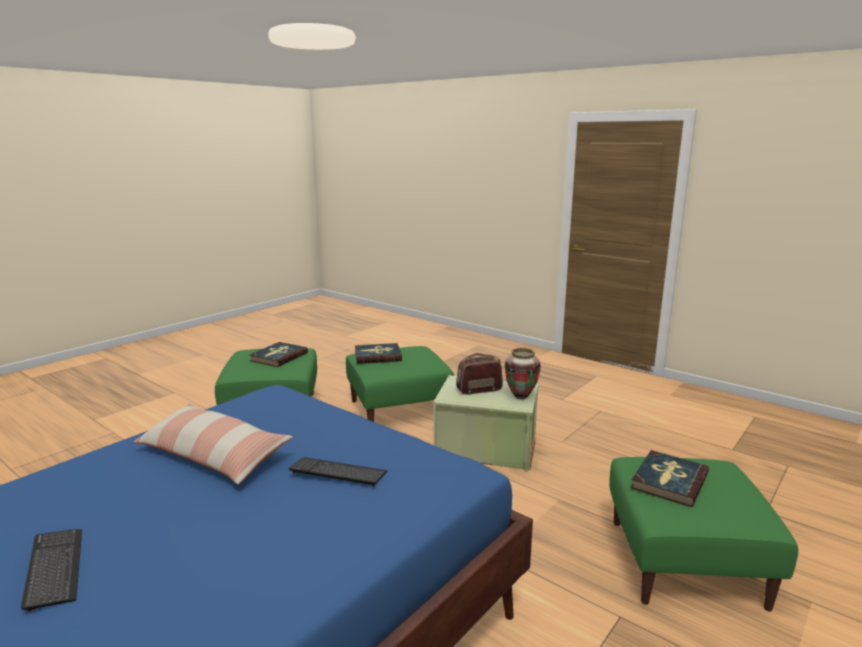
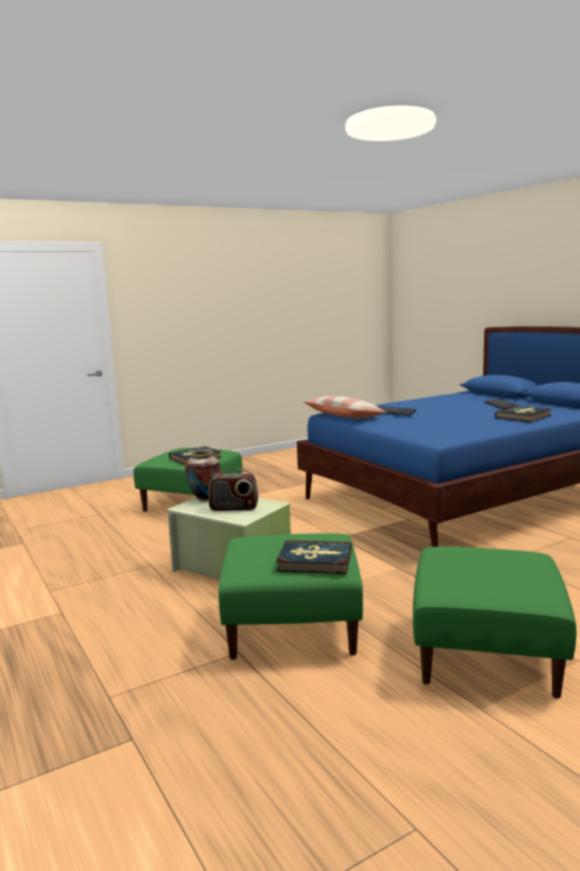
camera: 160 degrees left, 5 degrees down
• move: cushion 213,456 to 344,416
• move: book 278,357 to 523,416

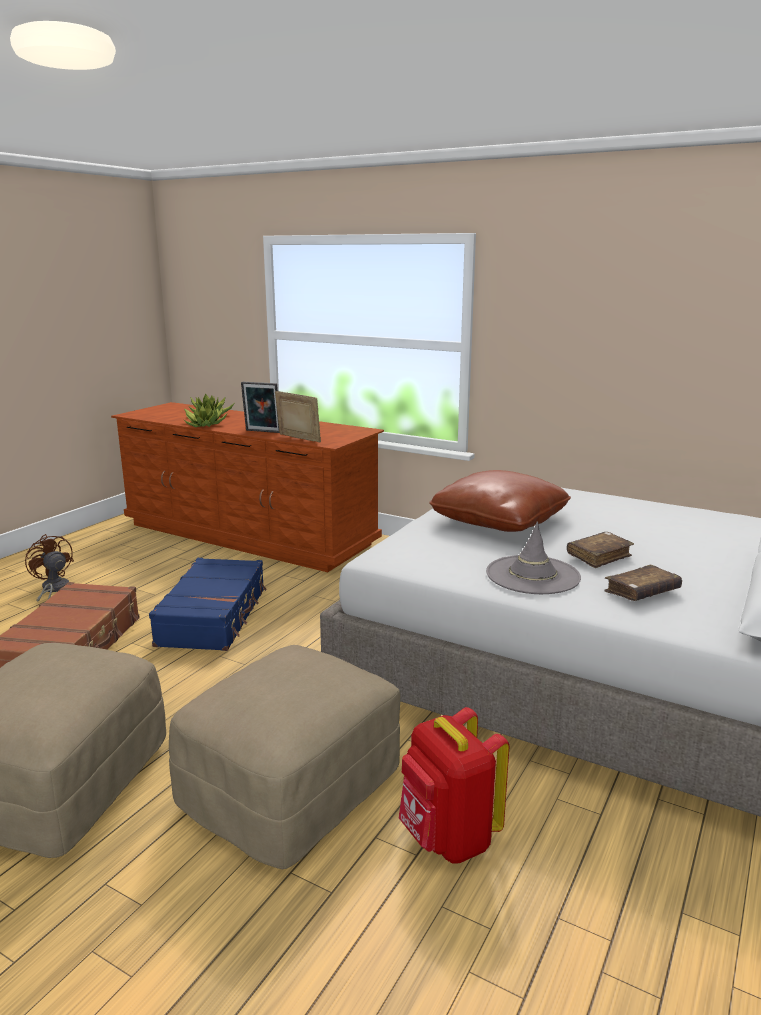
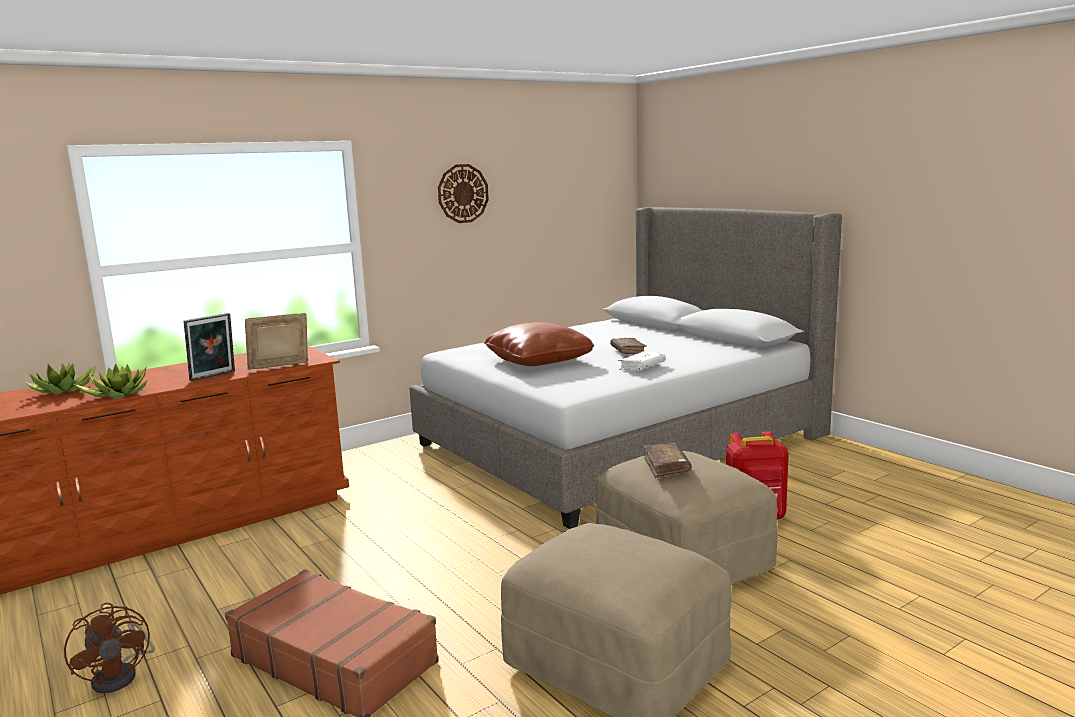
camera: 65 degrees left, 5 degrees down
• rotate: brown-coloured cooling fan 53,590 = 121,675 105 degrees counterclockwise
• insert: clock on the wall 463,193
• replace: gray hat 532,575 to white book 642,367
• move: brown-coloured book 641,592 to 666,467
• delete: blue-coloured suitcase 214,616

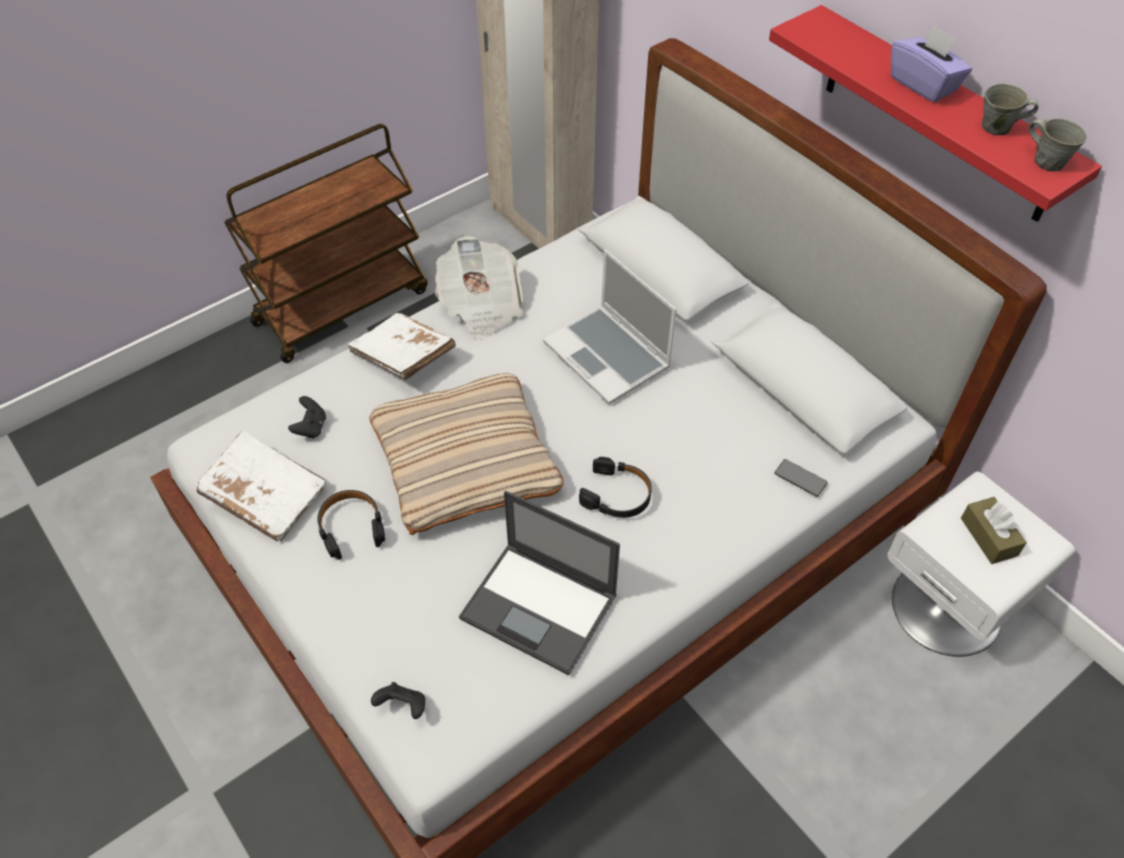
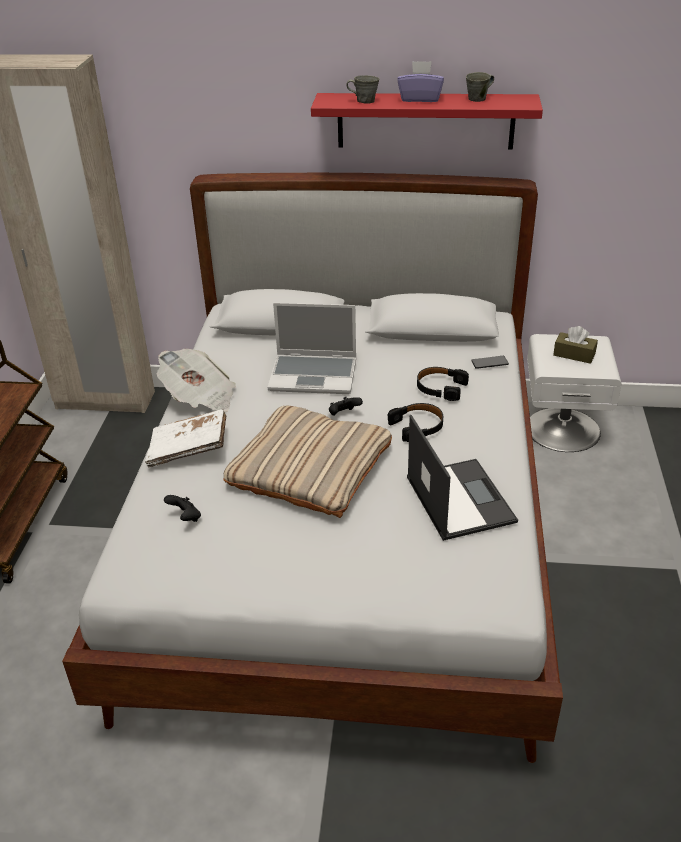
camera: 45 degrees left, 15 degrees down
• move: blackish joypad 403,707 to 343,414
• move: gray tea mug 1047,161 to 364,101
• rotate: laptop 540,607 = 459,498 90 degrees counterclockwise
• move: blackish headset 351,527 to 440,388
• delete: white book 265,496

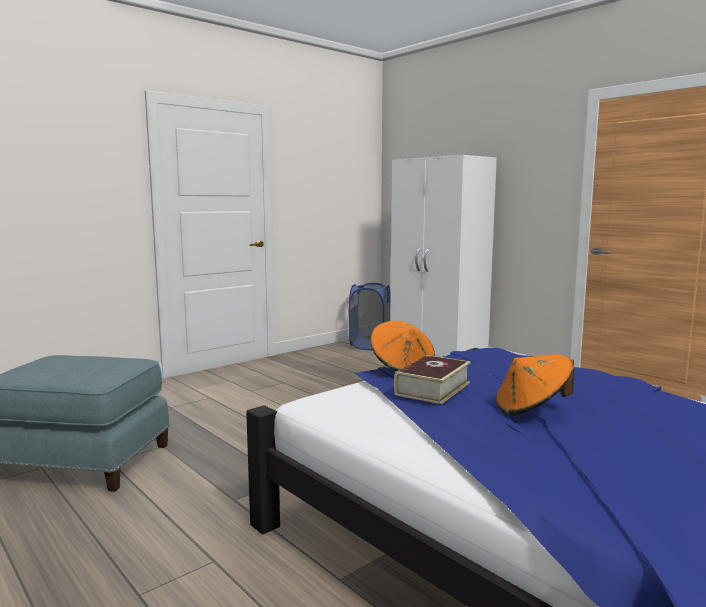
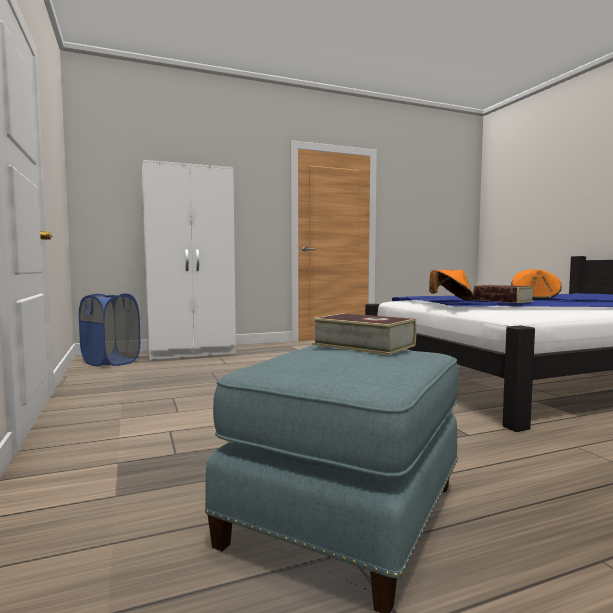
camera: 70 degrees left, 5 degrees down
• insert: book 363,345

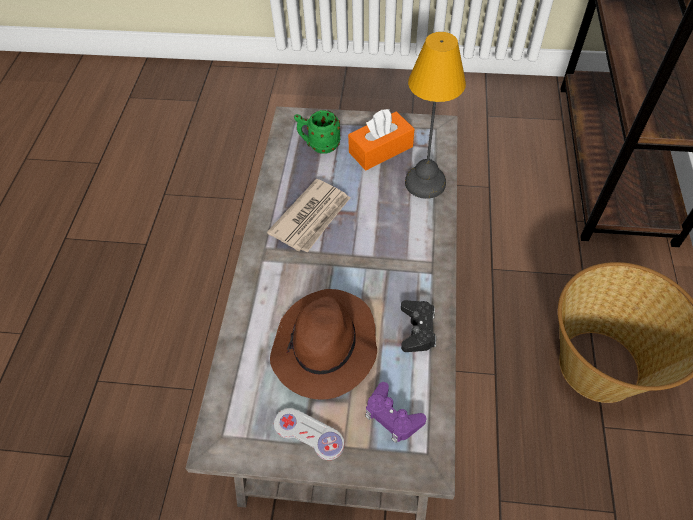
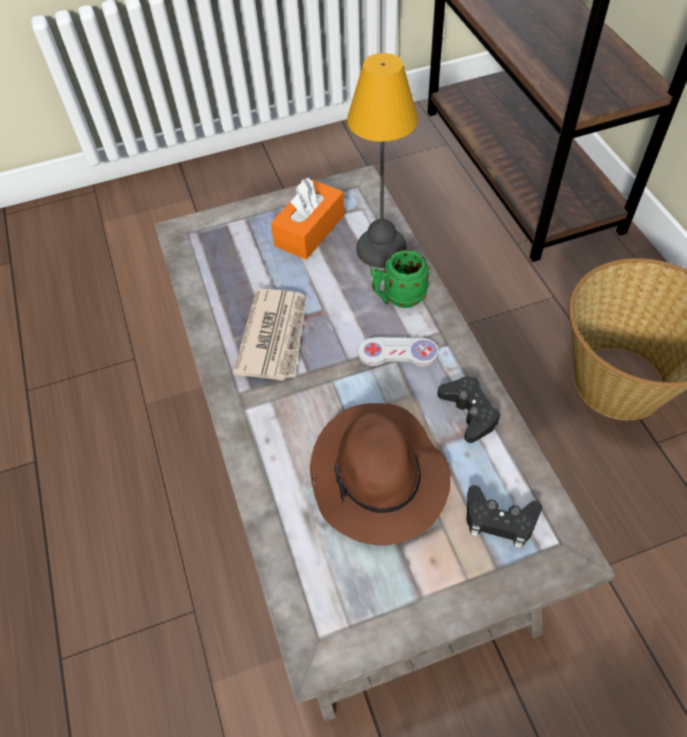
camera: 25 degrees left, 0 degrees up
• move: white joypad 309,434 to 397,353
• move: greenish tea mug 319,145 to 398,298
• recolor: purplish joypad 392,416 to blackish joypad 499,520

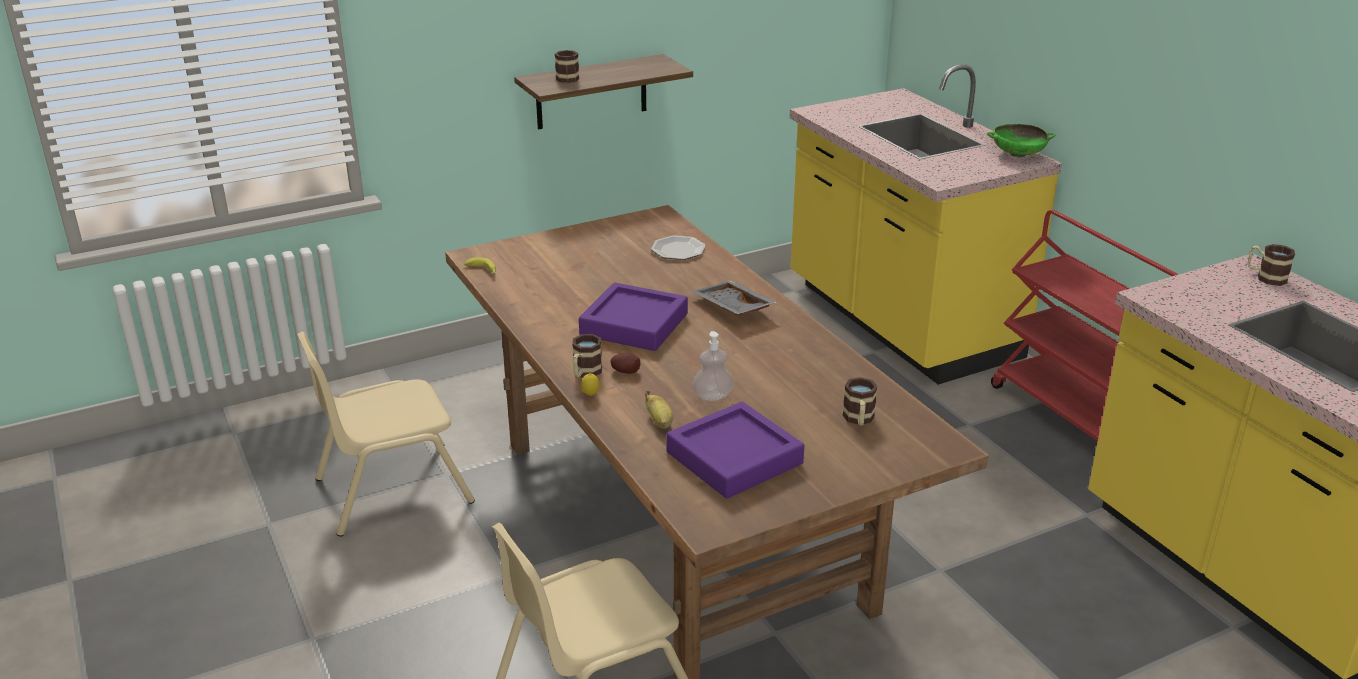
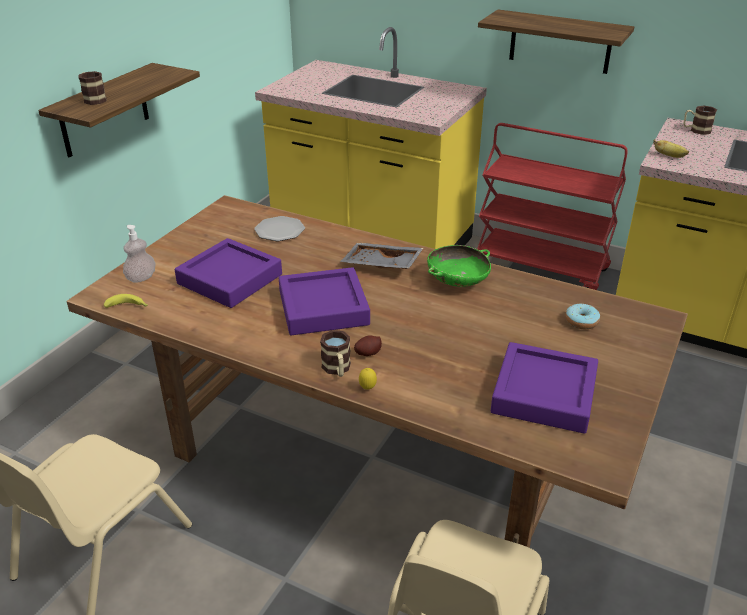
camera: 35 degrees left, 5 degrees up
• move: soap dispenser 712,396 to 141,278
• insert: purplish tray 230,279
• move: greenish deep dish 1018,155 to 457,282
• insert: shelf 560,42
• replace: tea mug 859,420 to donut 581,322
• move: whole banana 660,422 to 669,156

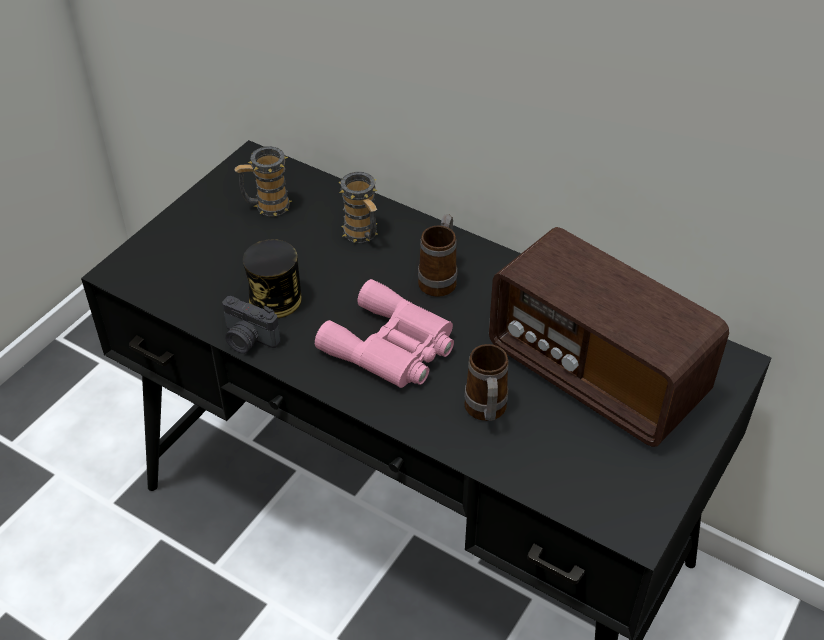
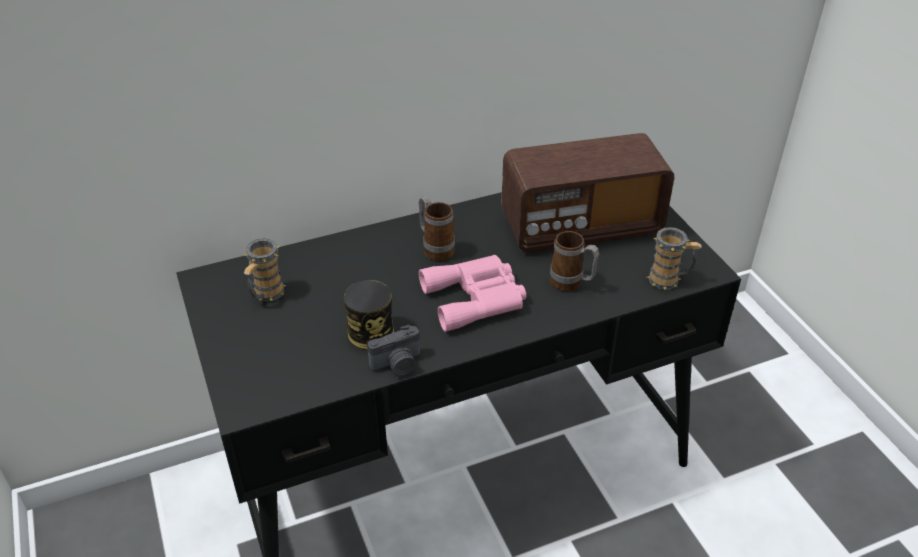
camera: 55 degrees left, 5 degrees down
• move: tea mug 363,236 to 669,280

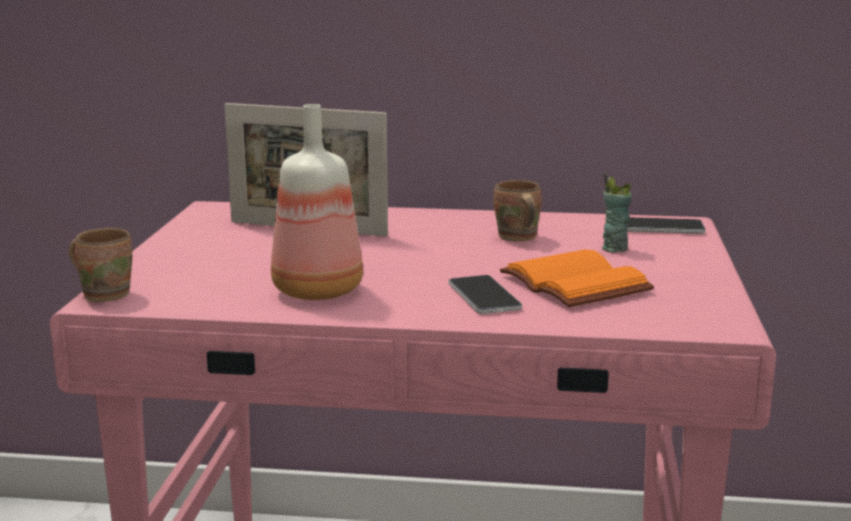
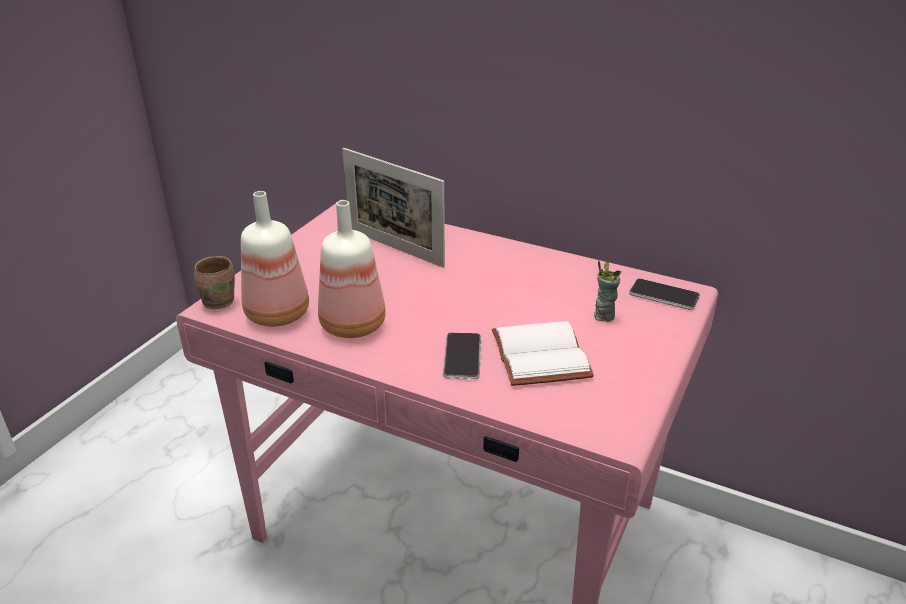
camera: 20 degrees right, 15 degrees up
• insert: drink bottle 278,313
• recolor: orangey book 570,284 to white book 537,354
• delete: brown-coloured tea mug 516,238

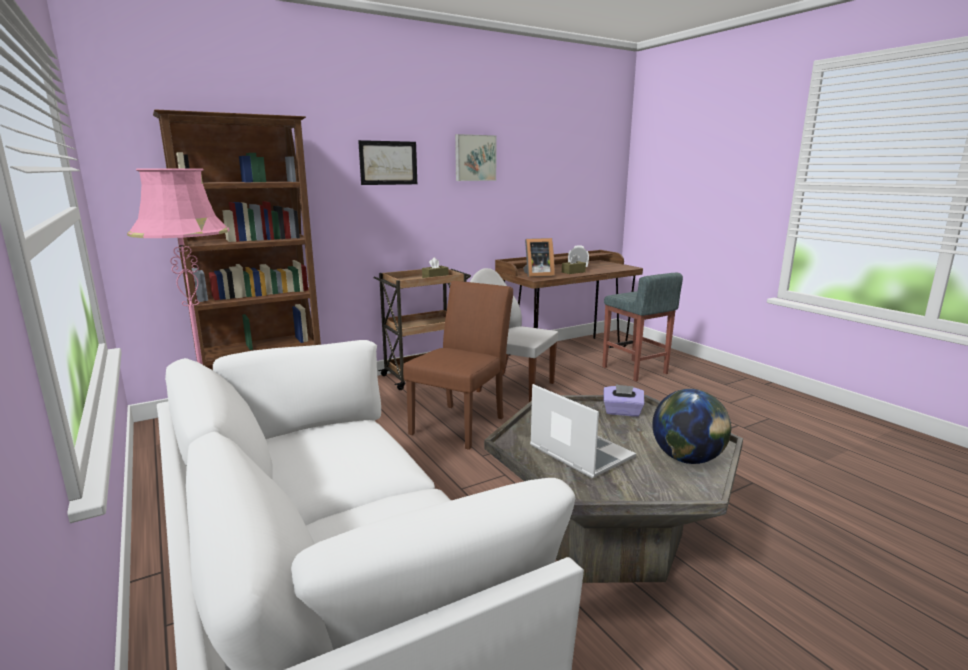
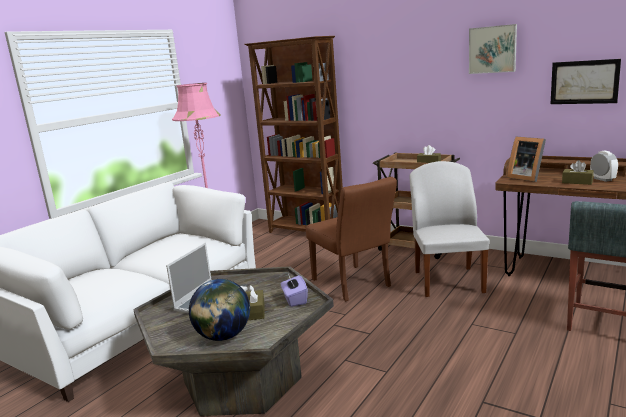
camera: 65 degrees right, 0 degrees up
• insert: brown-coloured tissue box 255,311
• rotate: brown-coloured upright chair 462,423 = 354,285 60 degrees clockwise
• move: wall art 388,163 to 584,82

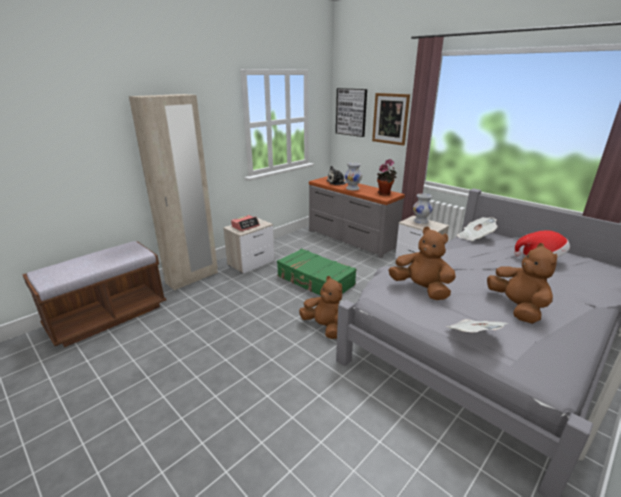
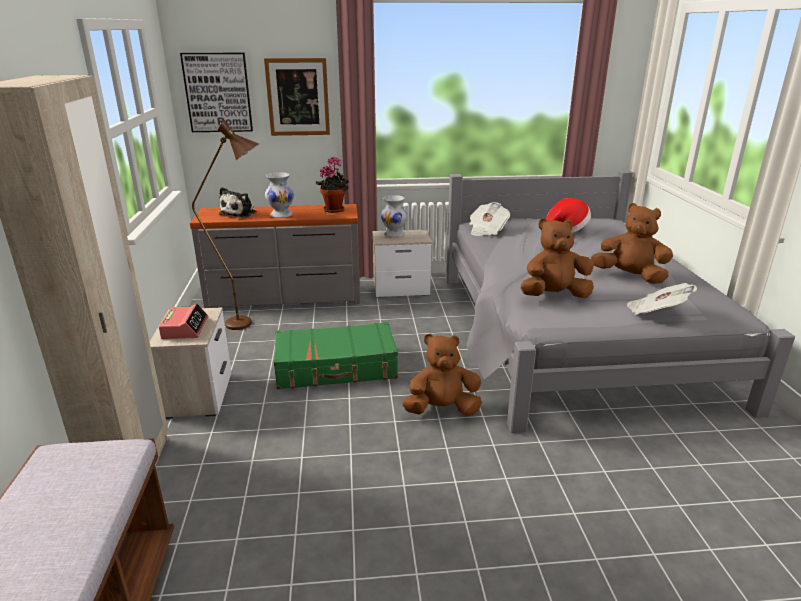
camera: 50 degrees left, 0 degrees up
• insert: brown-coloured standard lamp 248,324

